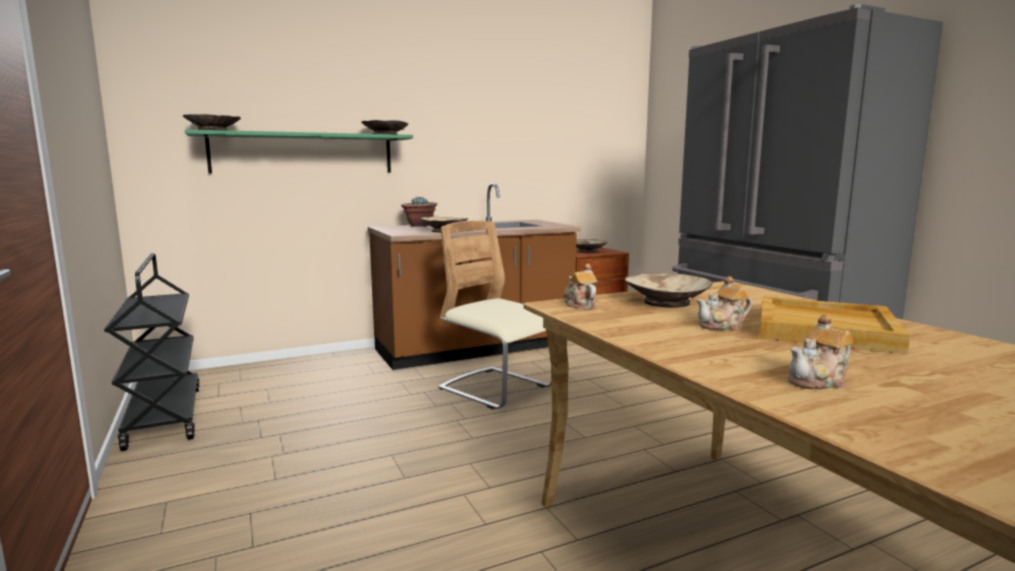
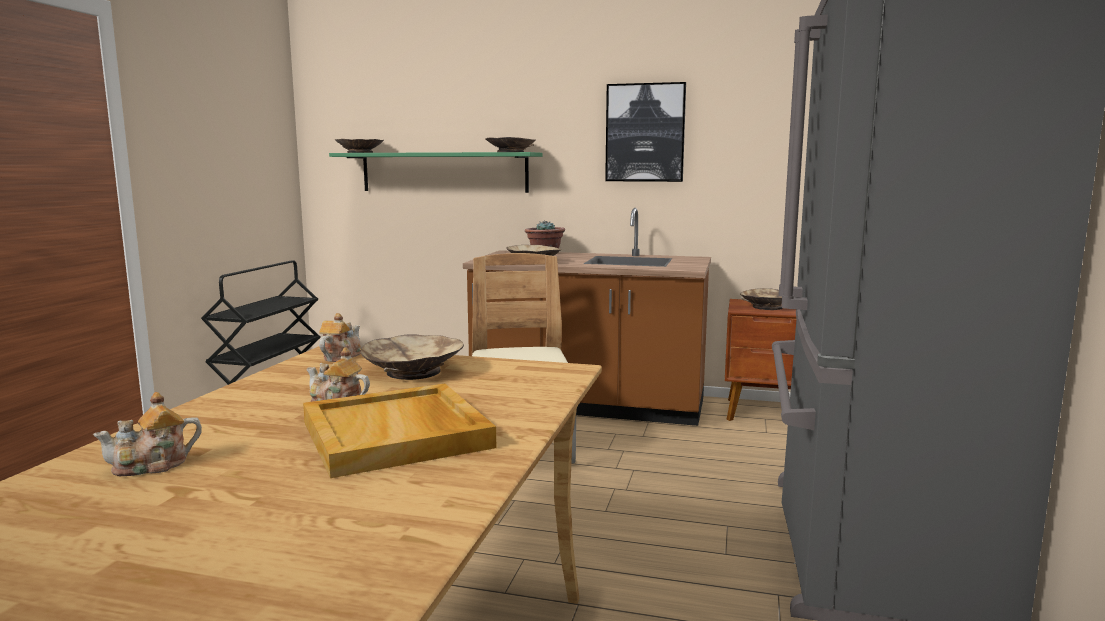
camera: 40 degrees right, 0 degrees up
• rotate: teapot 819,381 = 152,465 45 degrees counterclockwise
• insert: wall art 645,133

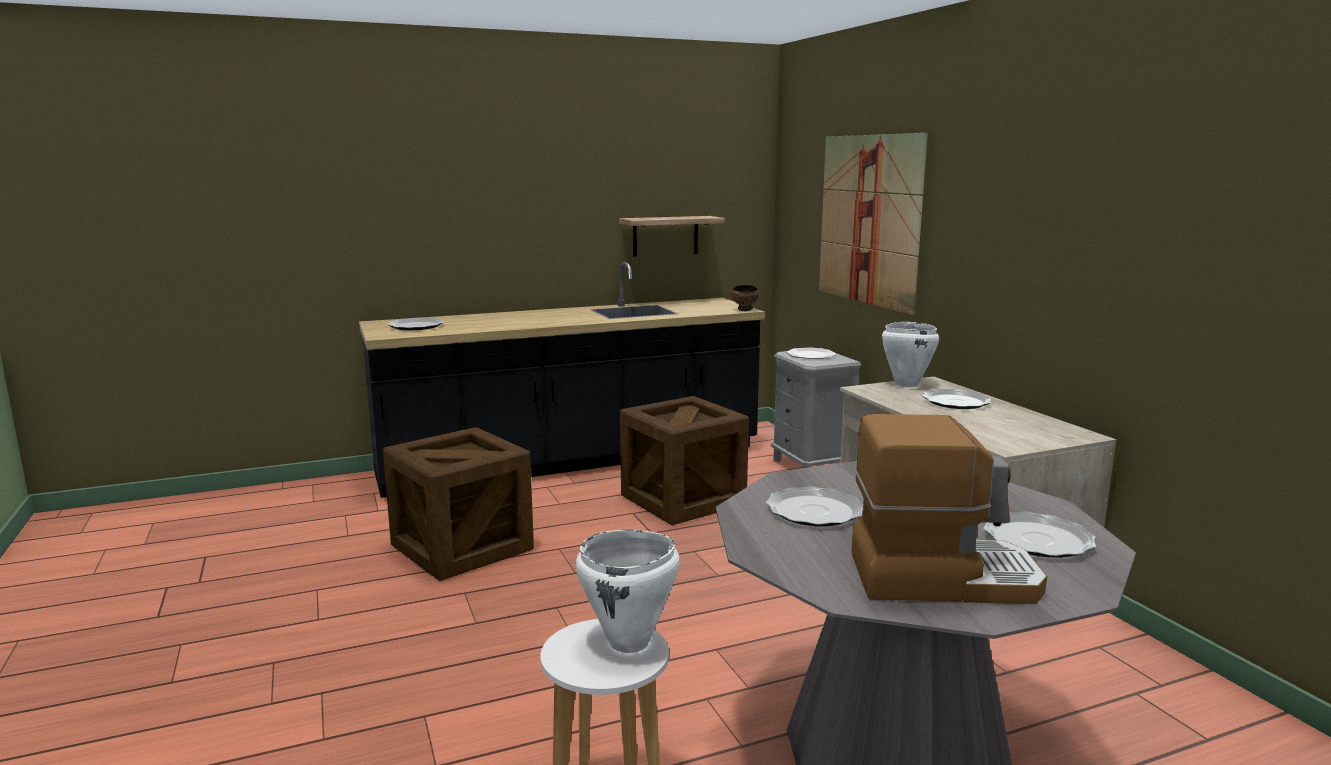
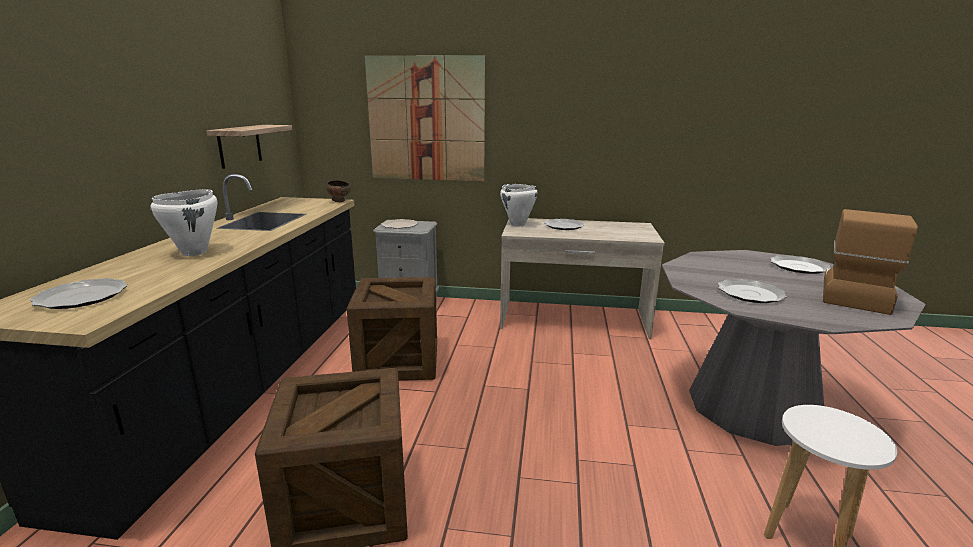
camera: 60 degrees left, 5 degrees up
• move: white saucepot 629,643 to 195,252

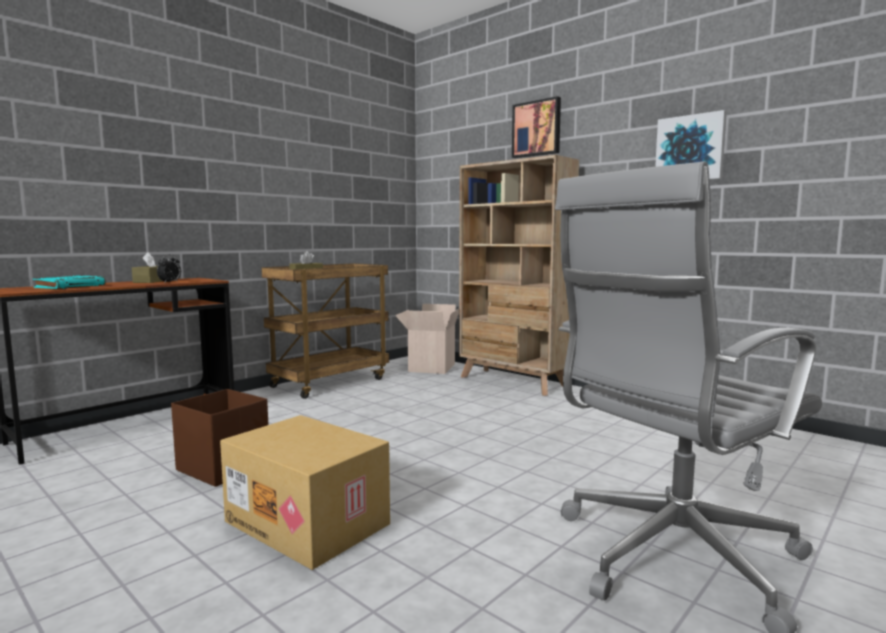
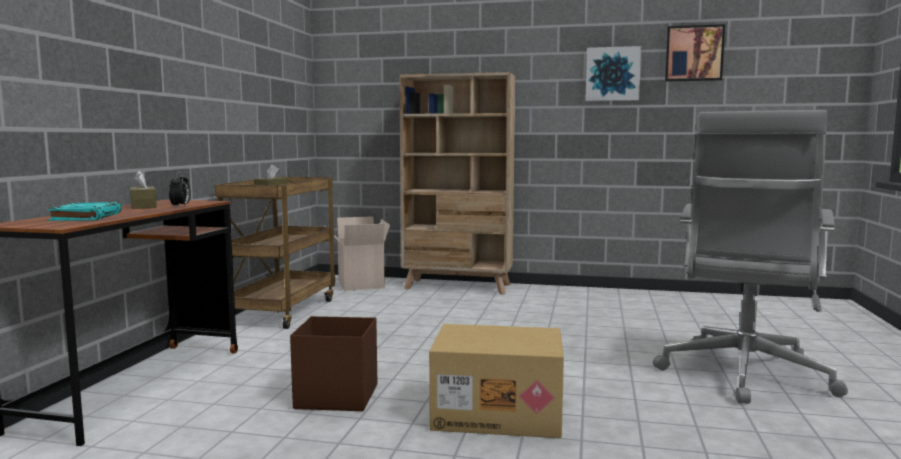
camera: 30 degrees left, 0 degrees up
• move: wall art 537,129 to 693,53

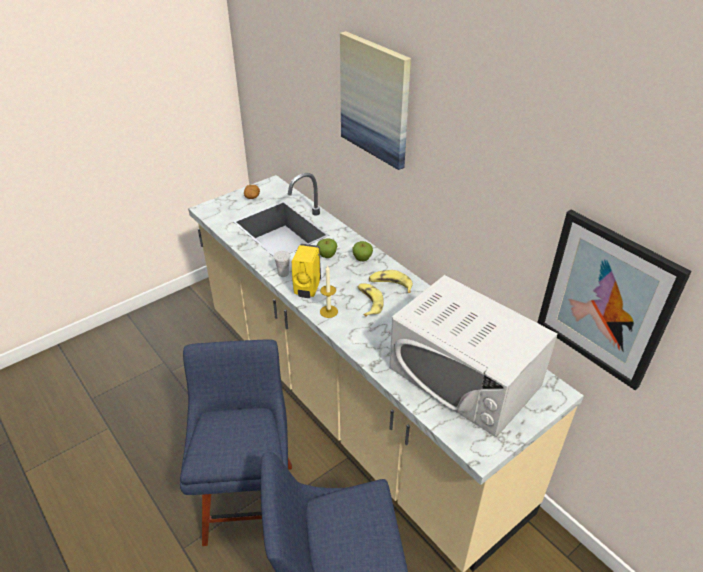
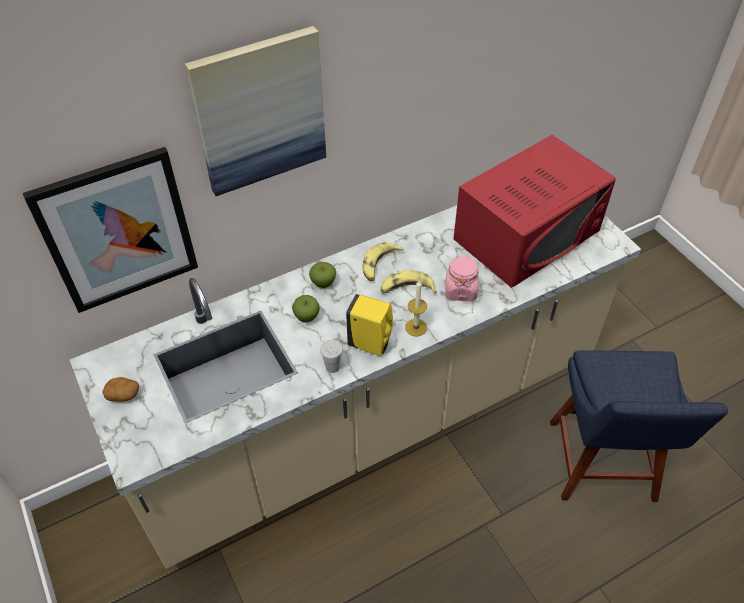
camera: 80 degrees left, 10 degrees up
• move: wall art 605,299 to 118,231
• insert: pink jar 460,290
• recolor: white microwave oven 464,376 to red-coloured microwave oven 527,234
• delete: blue-coloured upright chair 249,497

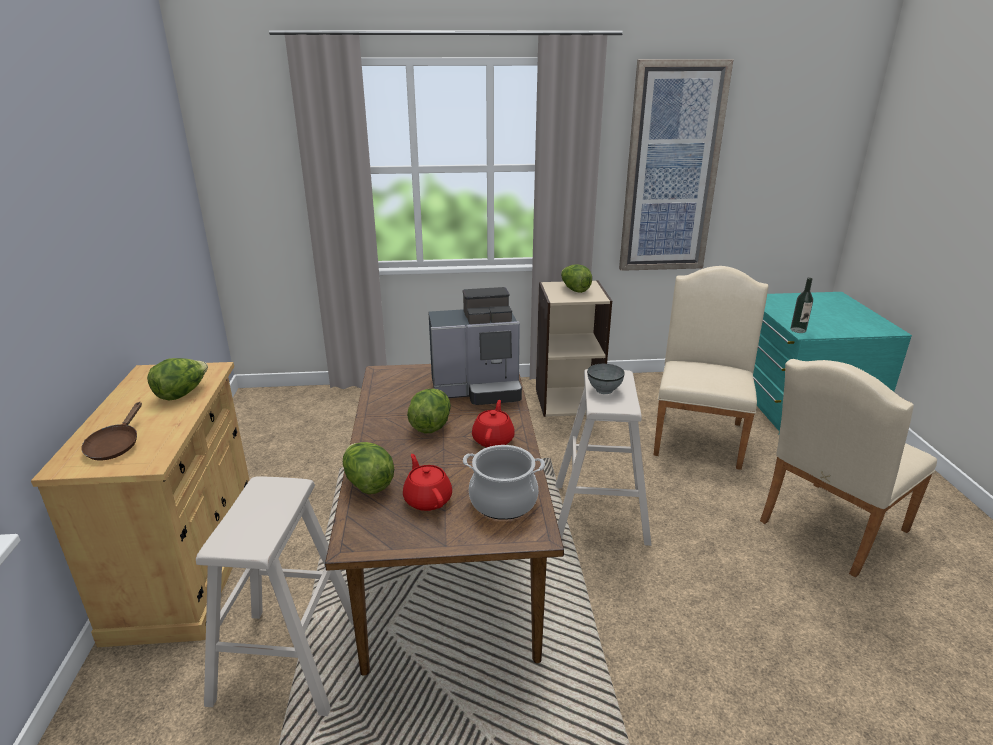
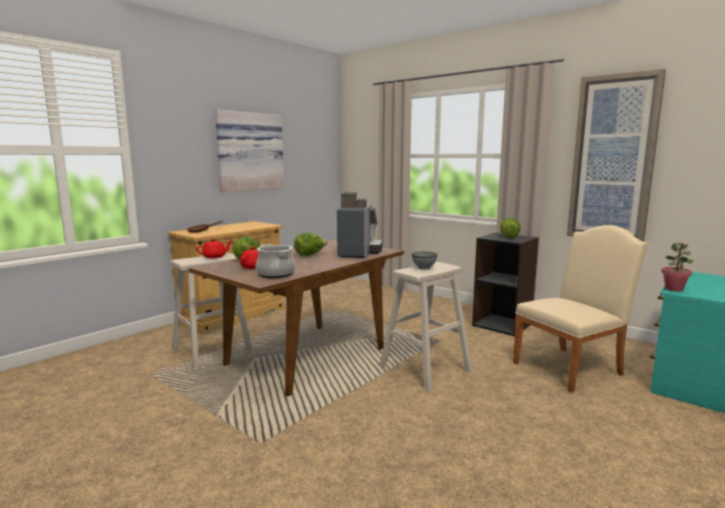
camera: 45 degrees right, 15 degrees down
• move: red-coloured teapot 493,439 to 215,256
• insert: wall art 249,151
• rotate: coffee brewer 478,389 = 358,252 120 degrees counterclockwise
• recolor: beige-coloured shelving unit 568,400 to blackish shelving unit 502,324
• replace: drink bottle 798,330 to potted plant 674,289
• delete: lettuce head 182,394
• delete: beige-coloured upright chair 828,529

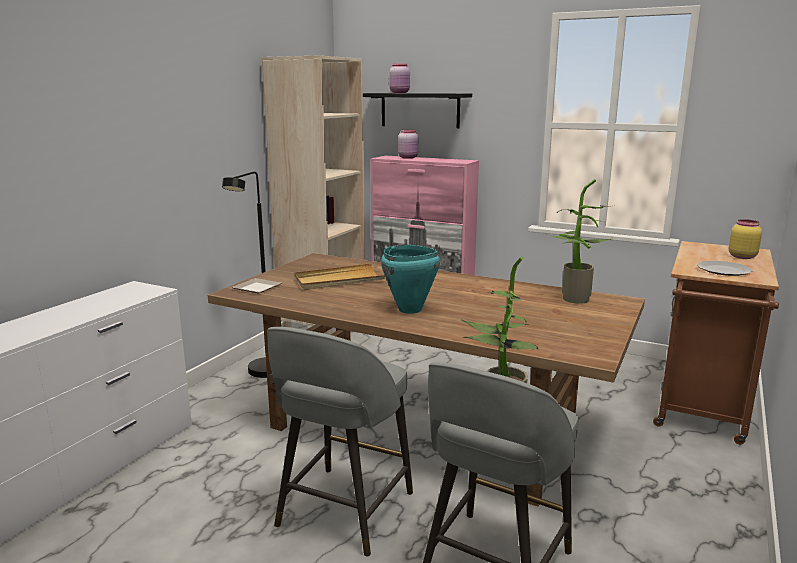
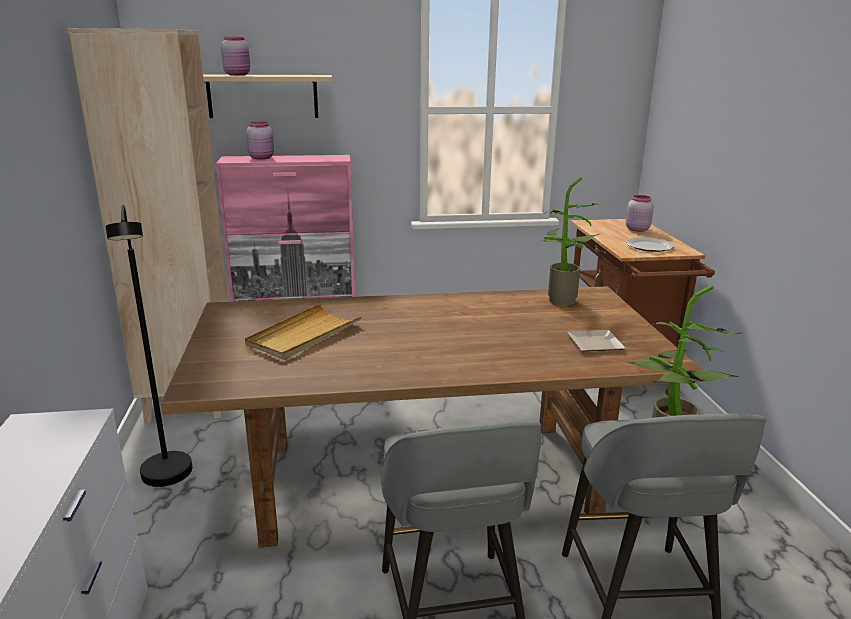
camera: 35 degrees left, 5 degrees up
• recolor: blackish shelf 420,110 to beige-coloured shelf 263,96
• move: dinner plate 257,289 to 597,344
• recolor: yellowish jar 741,256 to pink jar 636,229
• delete: blue-green saucepot 410,310

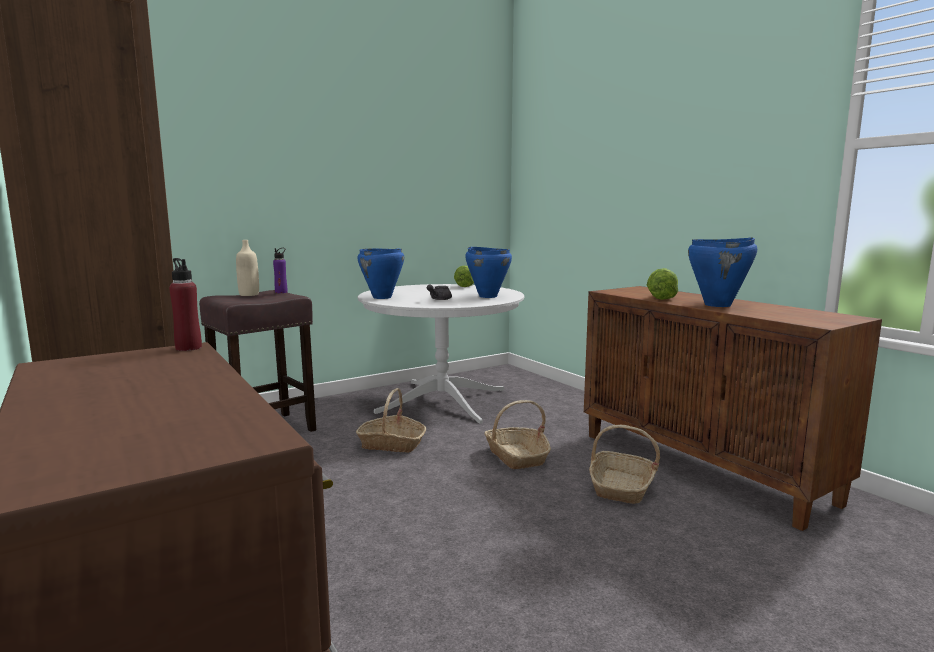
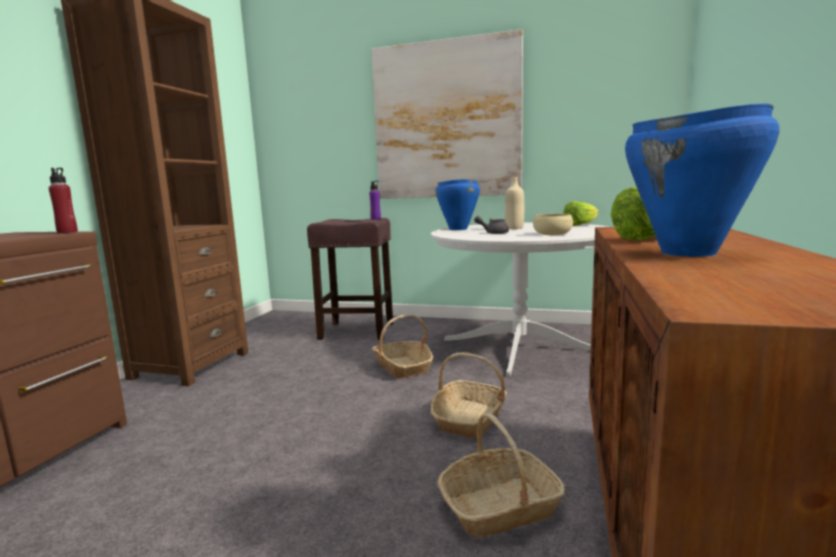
camera: 50 degrees right, 0 degrees up
• insert: wall art 446,121
• move: beige-coloured drink bottle 249,294 to 514,228
• replace: blue-coloured saucepot 487,296 to beige-coloured deep dish 552,234

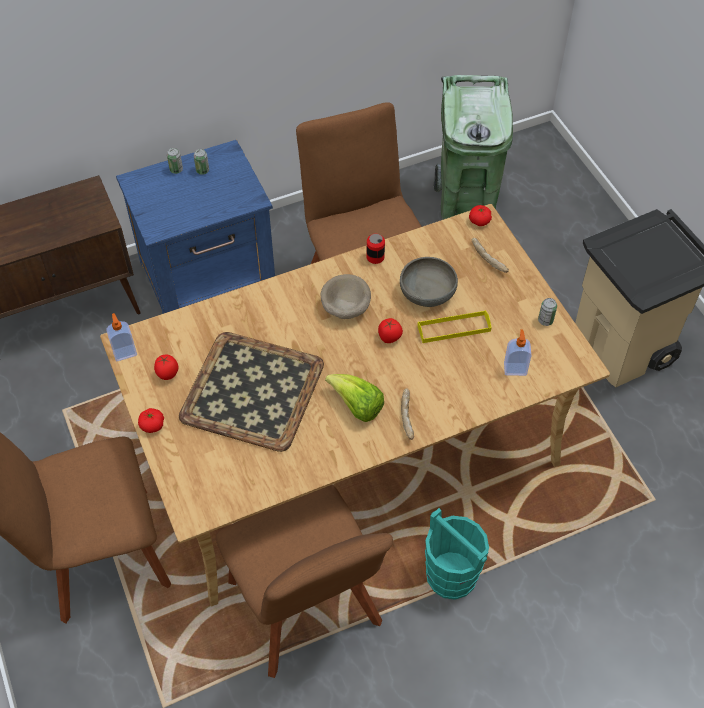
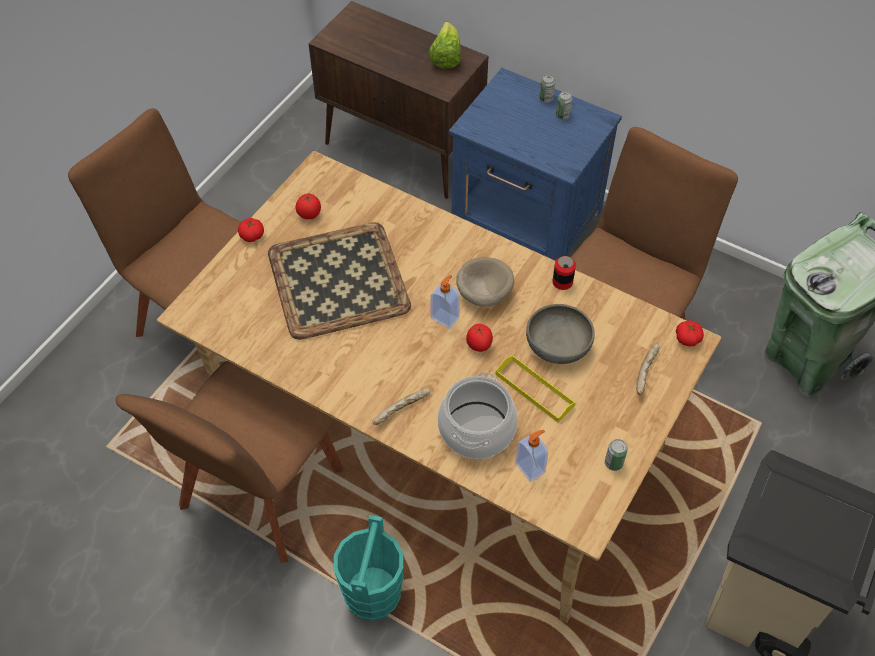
camera: 55 degrees right, 0 degrees up
• move: lettuce head 357,406 to 445,57
• move: soap dispenser 124,352 to 445,317
• insert: saucepot 477,430

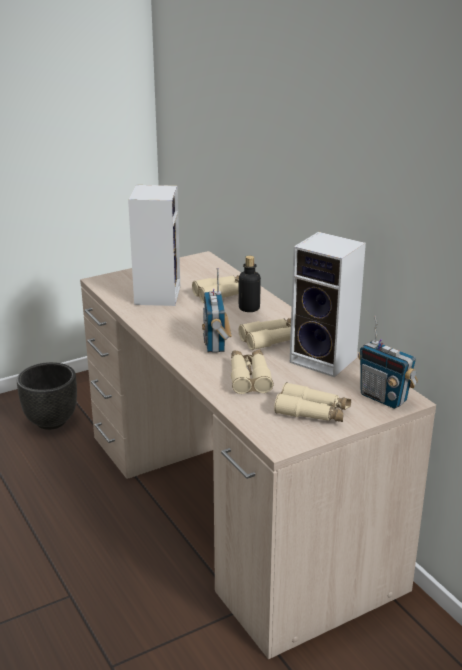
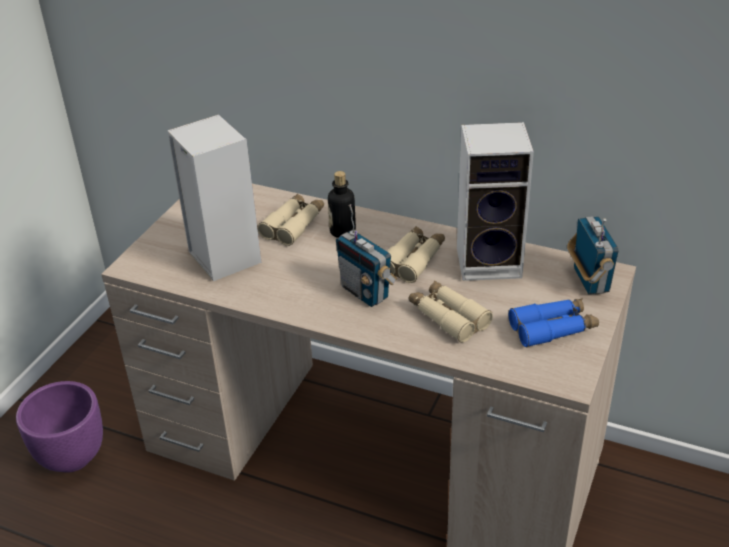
camera: 35 degrees left, 10 degrees up
• recolor: blackish planter 50,421 to purplish planter 71,458
• recolor: beige-coloured field glasses 313,412 to blue-coloured field glasses 553,328
• rotate: radio 383,398 = 589,281 105 degrees counterclockwise

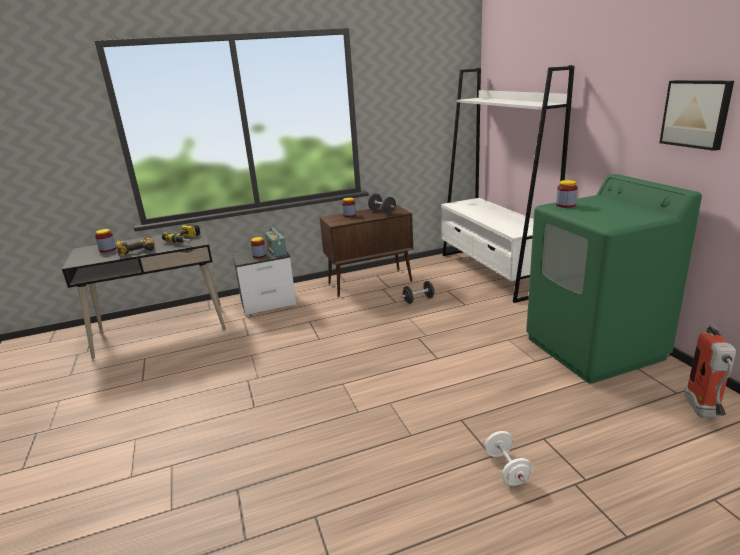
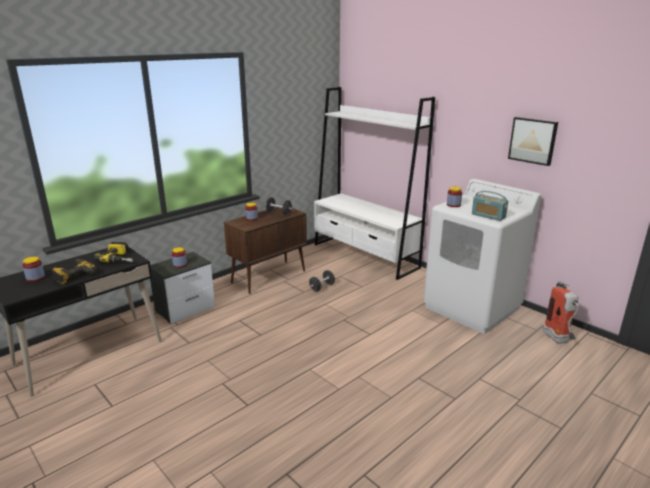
camera: 25 degrees left, 0 degrees up
• recolor: greenish laundry appliance 594,348 to white laundry appliance 472,307
• move: radio 277,251 to 488,216
• delete: white hand weight 507,469

